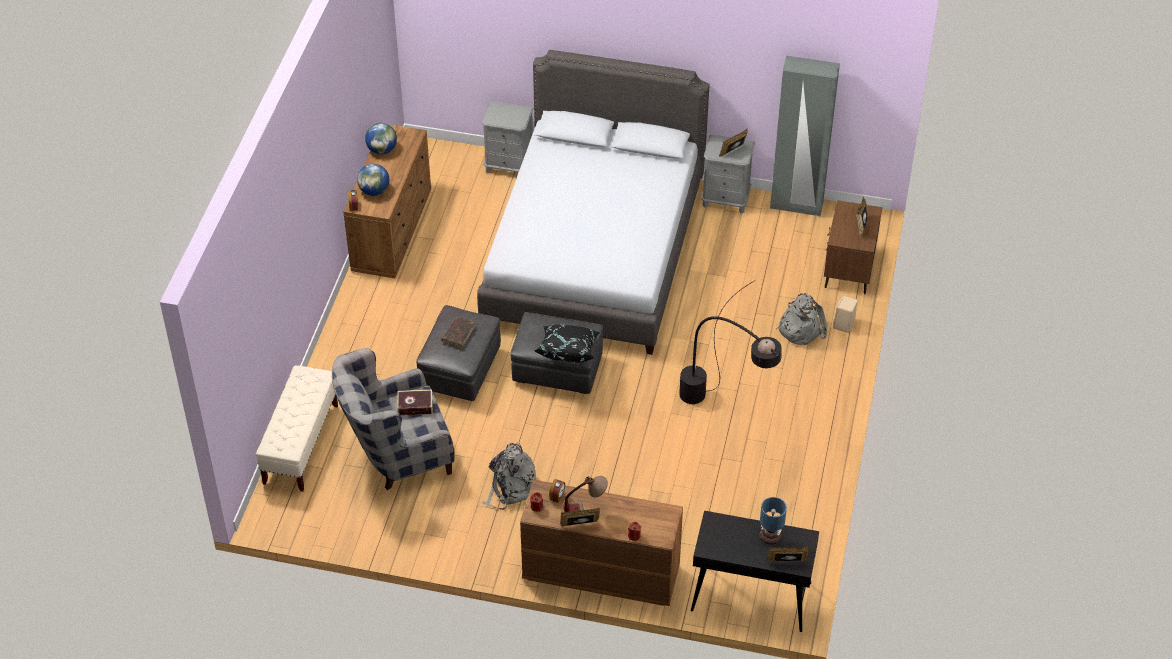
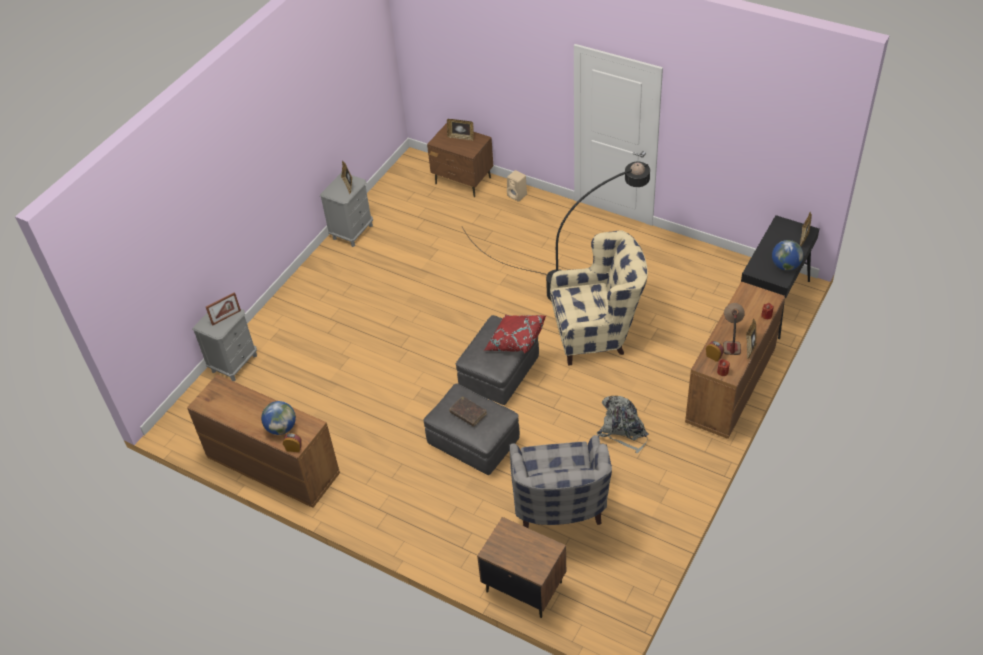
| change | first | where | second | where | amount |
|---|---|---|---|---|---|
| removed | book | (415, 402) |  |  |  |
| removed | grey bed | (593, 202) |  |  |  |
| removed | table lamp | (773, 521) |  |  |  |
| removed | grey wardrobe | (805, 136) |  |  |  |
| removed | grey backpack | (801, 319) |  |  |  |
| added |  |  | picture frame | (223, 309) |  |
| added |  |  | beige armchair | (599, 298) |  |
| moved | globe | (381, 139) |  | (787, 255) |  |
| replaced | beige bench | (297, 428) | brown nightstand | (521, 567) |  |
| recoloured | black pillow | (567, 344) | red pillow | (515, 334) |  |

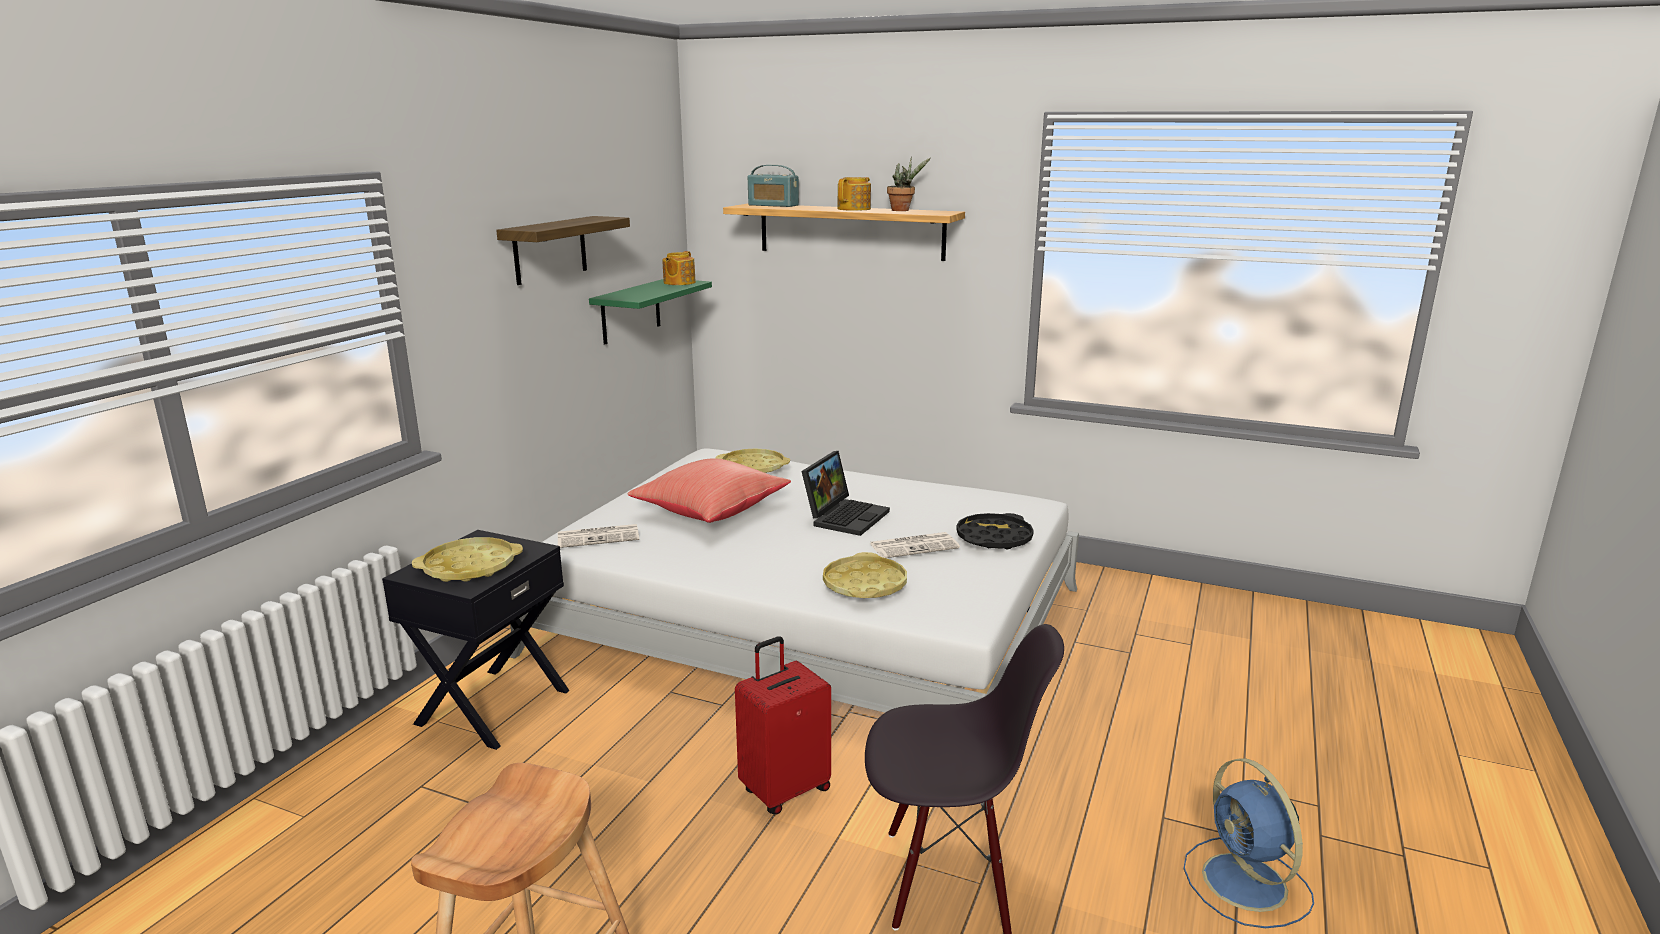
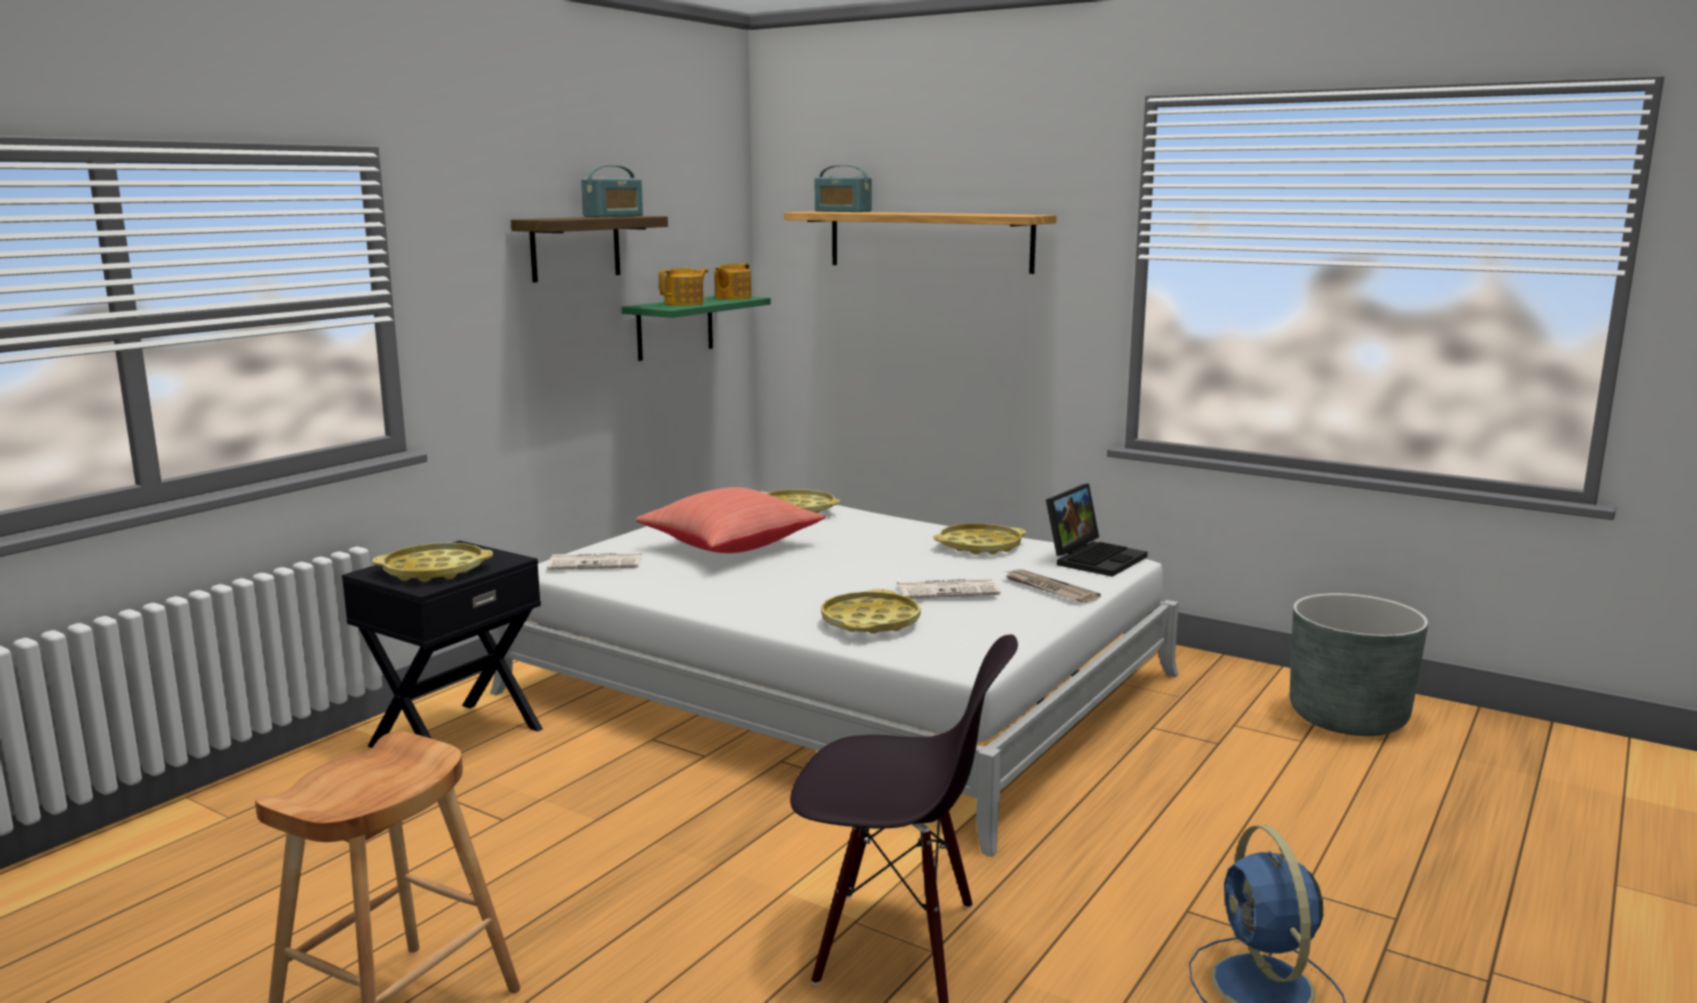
| change | first | where | second | where | amount |
|---|---|---|---|---|---|
| removed | red suitcase | (783, 725) |  |  |  |
| removed | potted plant | (908, 184) |  |  |  |
| added |  |  | radio | (612, 191) |  |
| added |  |  | yellow tray | (980, 539) |  |
| added |  |  | grey planter | (1359, 664) |  |
| moved | laptop | (845, 493) |  | (1097, 530) |  |
| moved | teapot | (854, 194) |  | (683, 287) |  |
| replaced | black tray | (995, 531) | newspaper | (1052, 586) |  |

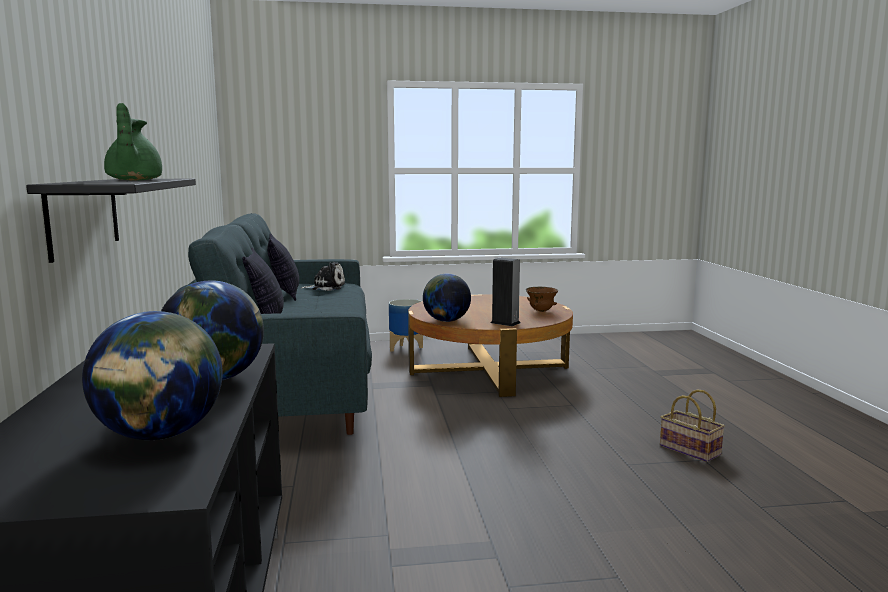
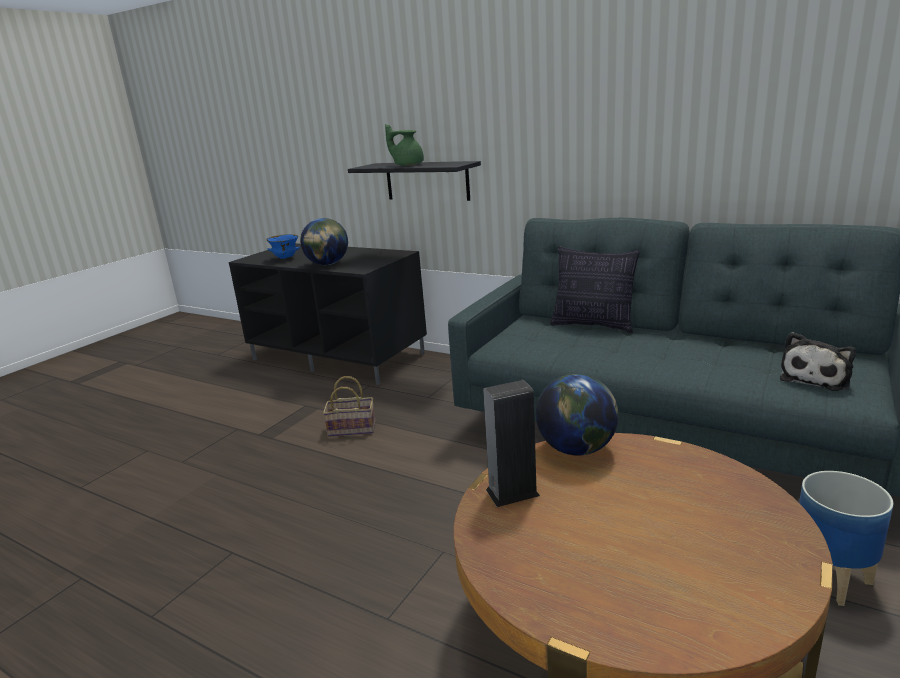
| change | first | where | second | where | amount |
|---|---|---|---|---|---|
| removed | pillow | (283, 267) |  |  |  |
| removed | brown bowl | (542, 299) |  |  |  |
| moved | basket | (692, 425) |  | (349, 406) |  |
| replaced | globe | (152, 375) | blue bowl | (283, 246) |  |

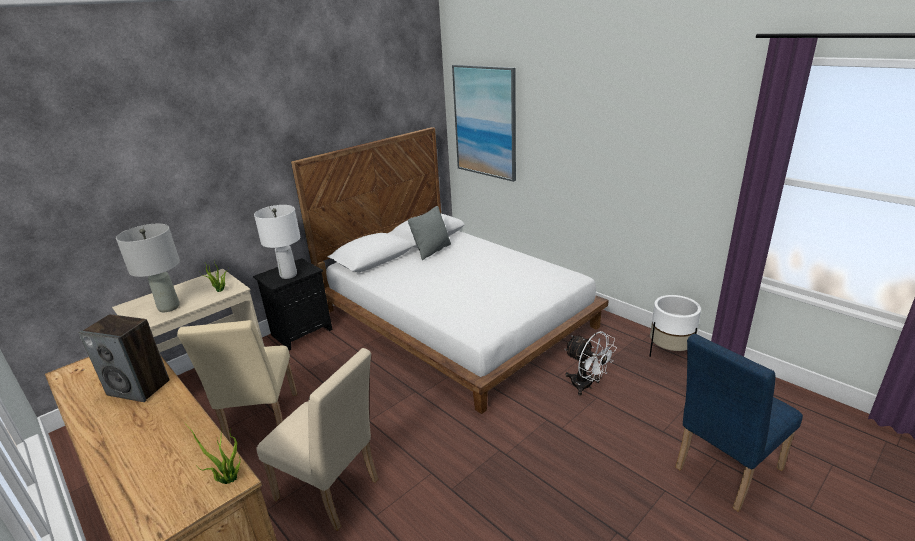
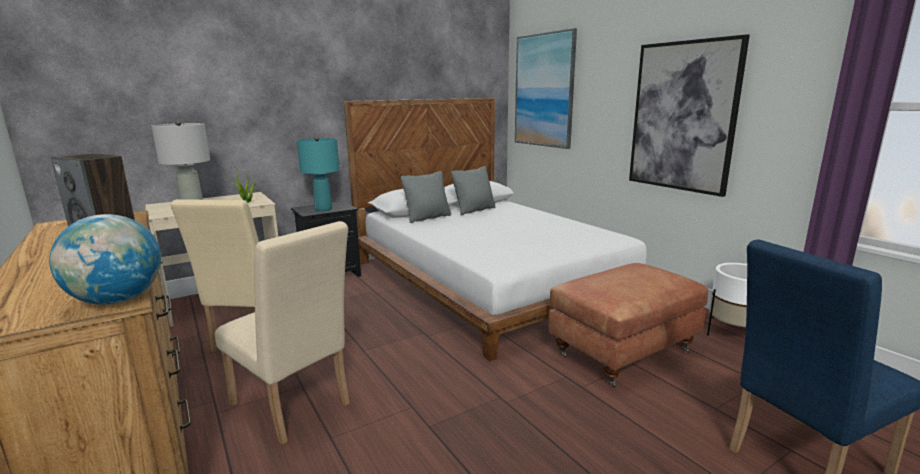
| change | first | where | second | where | amount |
|---|---|---|---|---|---|
| added |  |  | grey pillow | (425, 197) |  |
| added |  |  | picture | (689, 115) |  |
| replaced | potted plant | (212, 453) | globe | (105, 259) |  |
| replaced | white fan | (591, 363) | brown ottoman | (628, 325) |  |
| recoloured | white table lamp | (277, 242) | turquoise table lamp | (318, 174) |  |

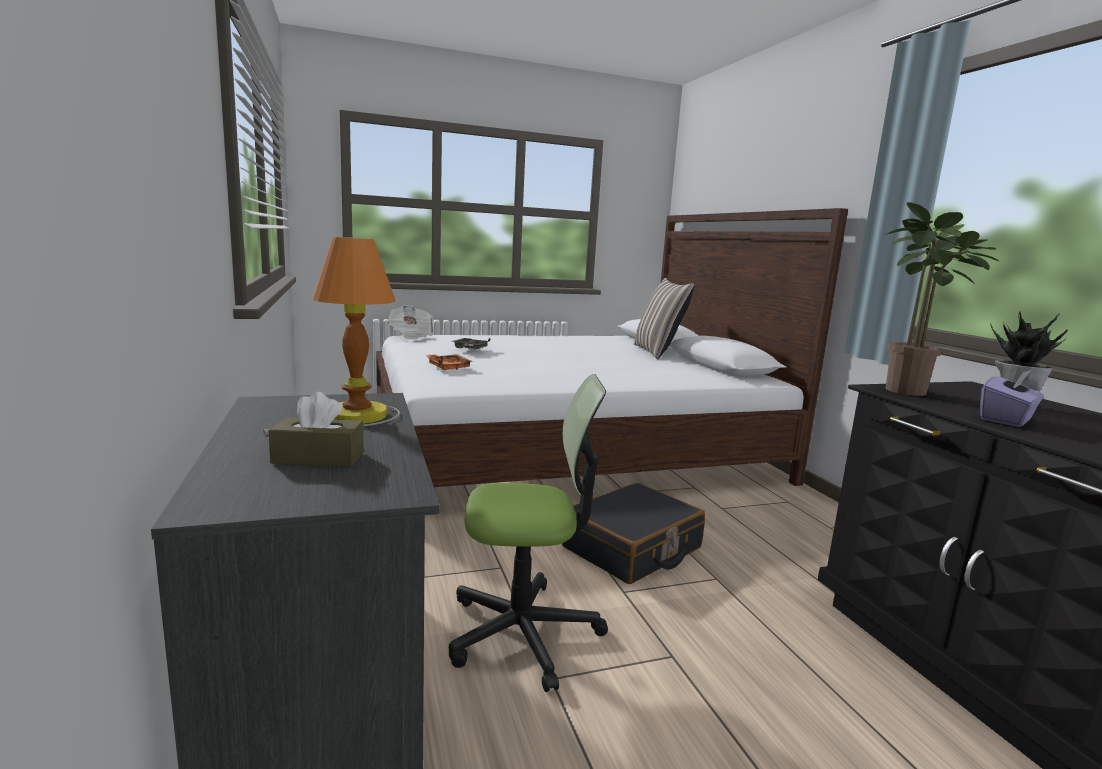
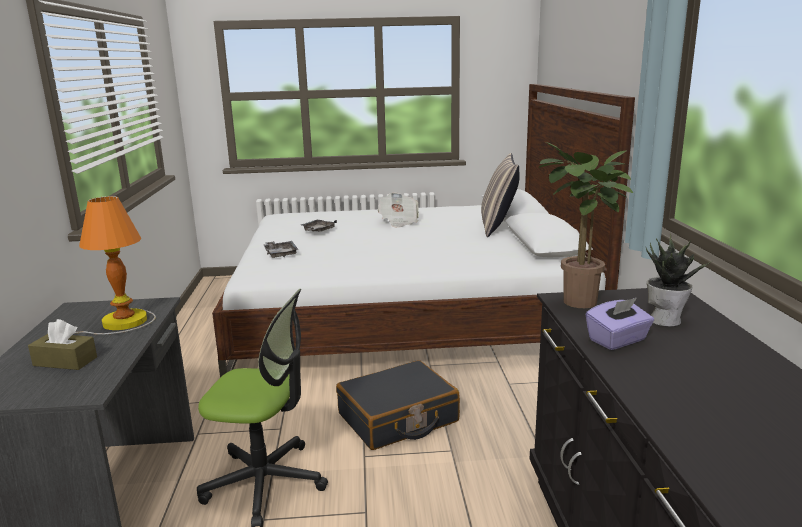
| change | first | where | second | where | amount |
|---|---|---|---|---|---|
| moved | newspaper | (411, 322) |  | (398, 210) |  |
| recoloured | orange tray | (449, 362) | grey tray | (281, 249) |  |

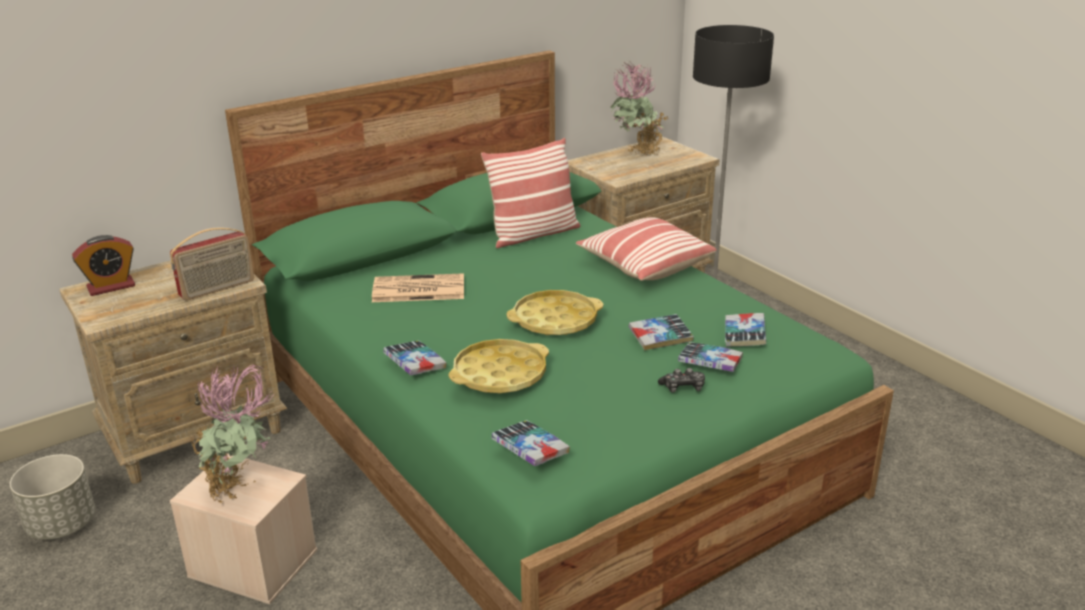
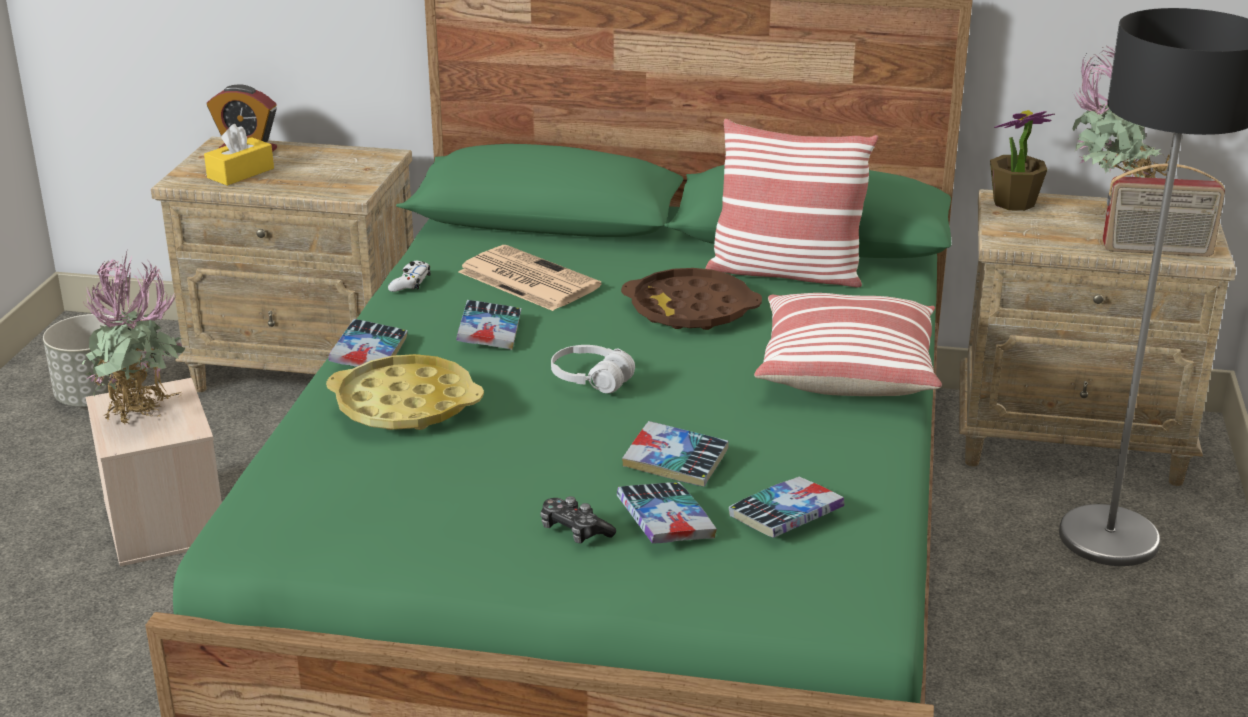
| change | first | where | second | where | amount |
|---|---|---|---|---|---|
| added |  |  | yellow tissue box | (239, 155) |  |
| added |  |  | white game controller | (409, 276) |  |
| added |  |  | brown tray | (691, 299) |  |
| added |  |  | potted plant | (1022, 160) |  |
| moved | radio | (212, 264) |  | (1164, 209) |  |
| moved | book | (531, 443) |  | (488, 325) |  |
| replaced | yellow tray | (554, 312) | white headphones | (593, 369) |  |

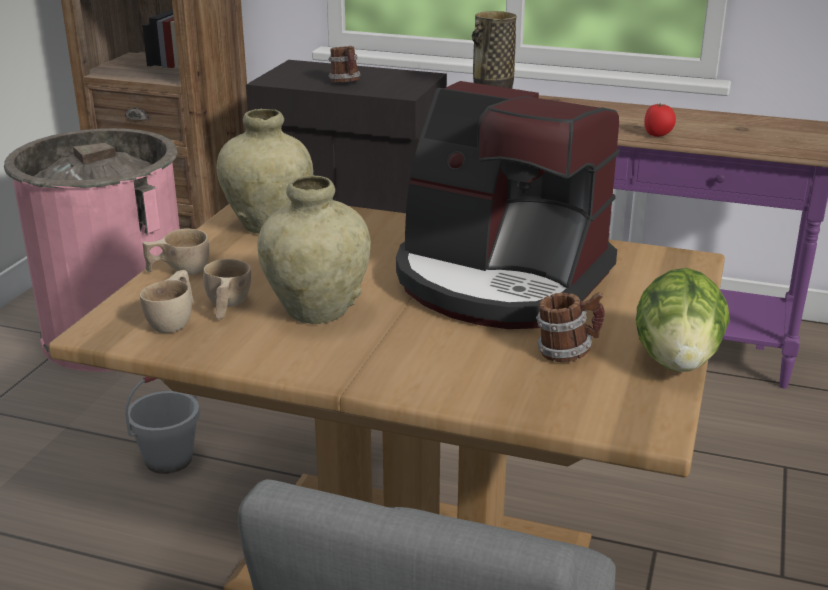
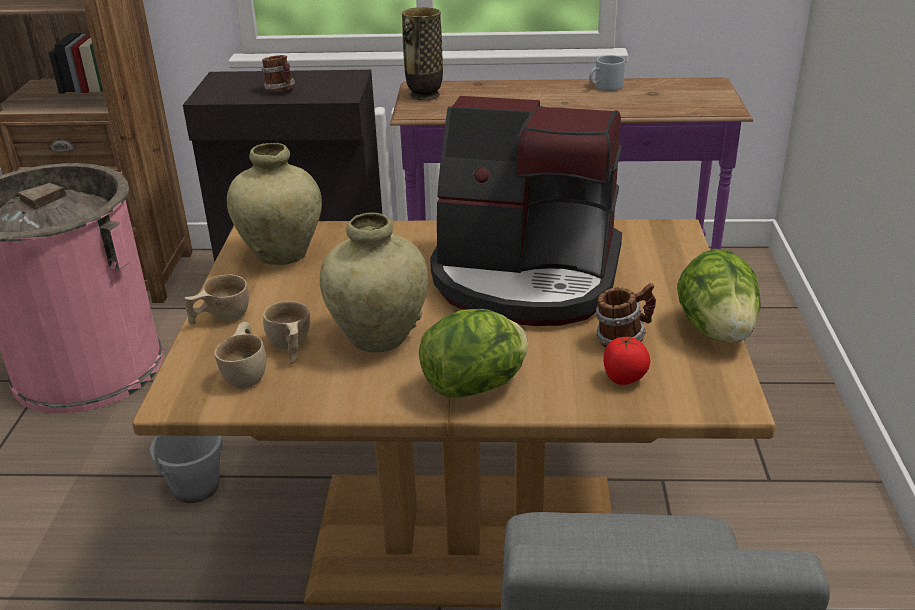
| change | first | where | second | where | amount |
|---|---|---|---|---|---|
| added |  |  | lettuce | (473, 353) |  |
| added |  |  | grey mug | (607, 73) |  |
| moved | tomato | (660, 120) |  | (627, 361) |  |

